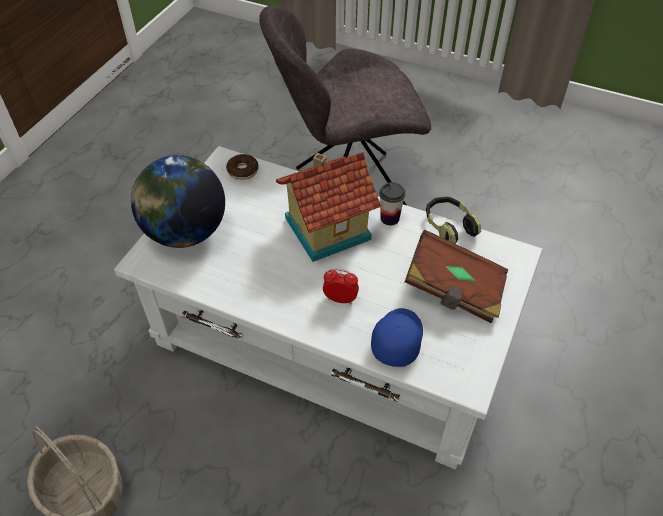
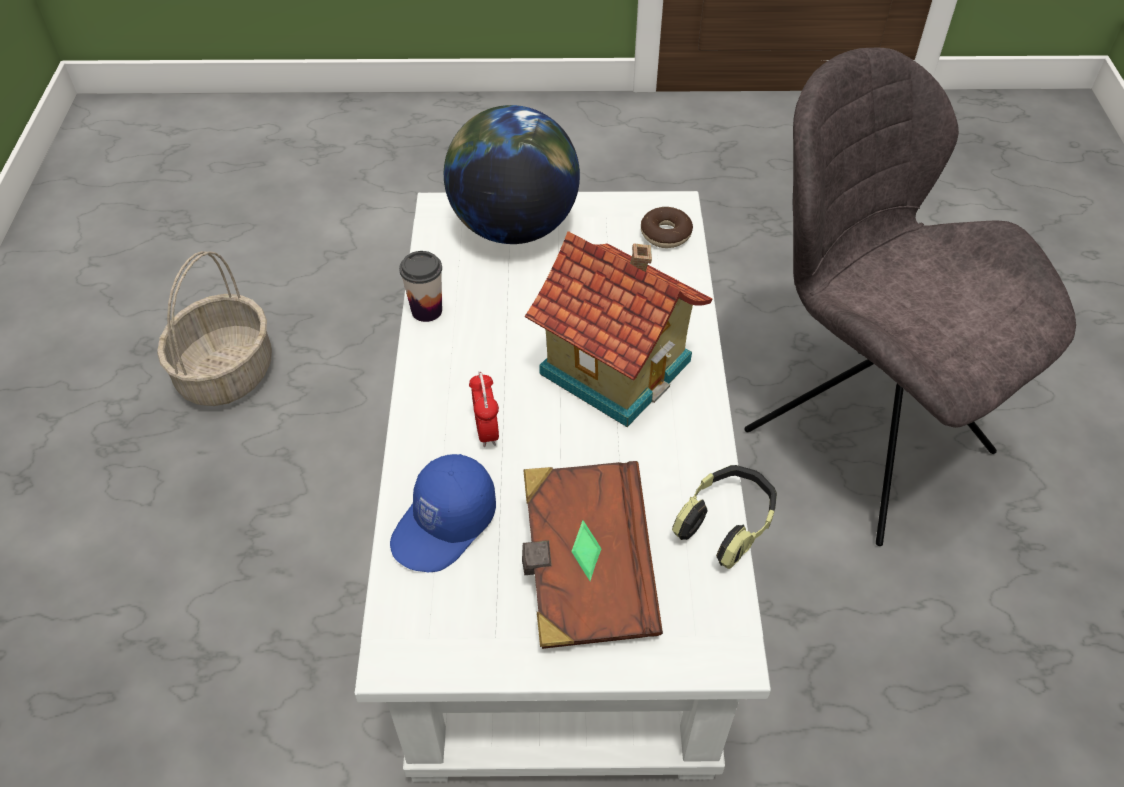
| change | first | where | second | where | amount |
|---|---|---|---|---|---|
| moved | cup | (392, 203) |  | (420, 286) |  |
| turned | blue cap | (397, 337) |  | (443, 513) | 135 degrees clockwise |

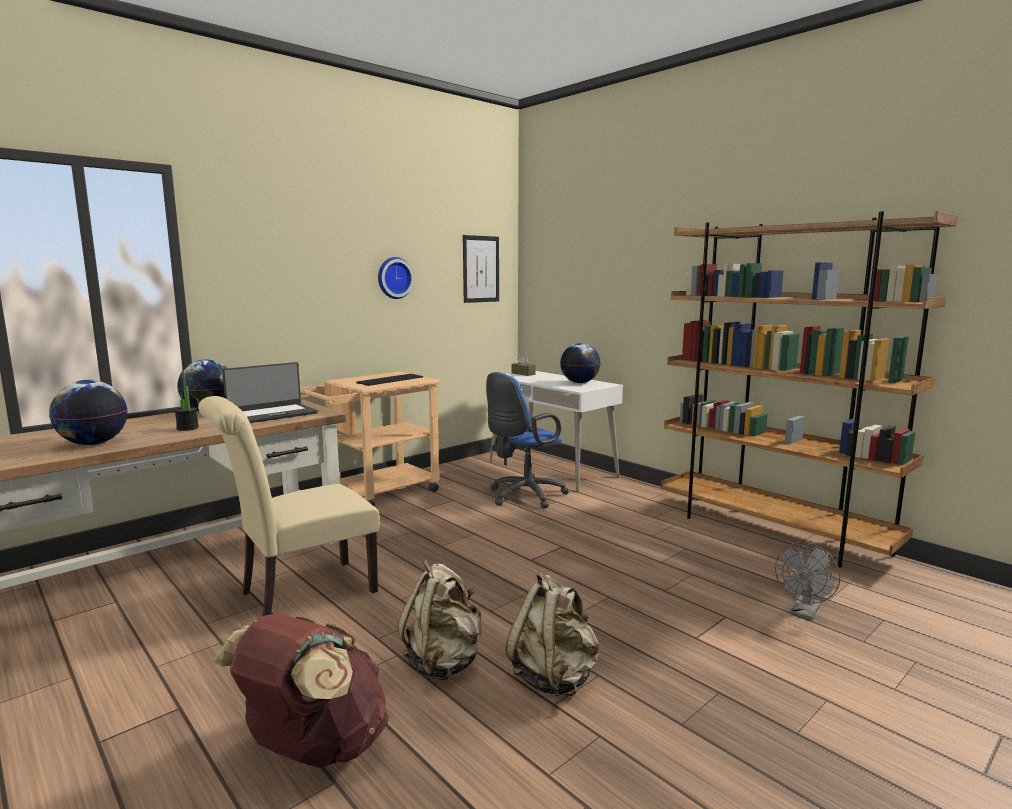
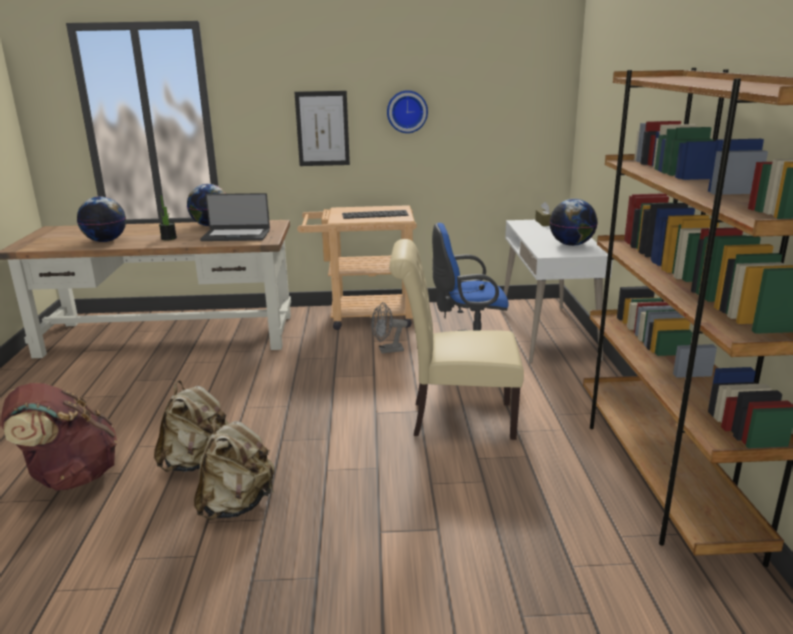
| change | first | where | second | where | amount |
|---|---|---|---|---|---|
| moved | beige chair | (289, 506) |  | (456, 339) |  |
| moved | picture | (481, 269) |  | (322, 128) |  |
| moved | grey fan | (807, 581) |  | (389, 327) |  |

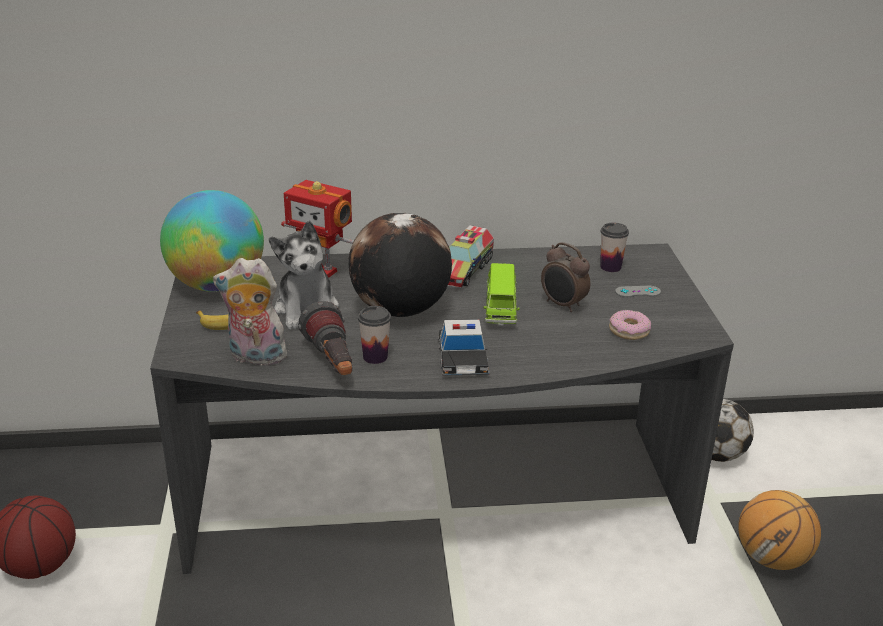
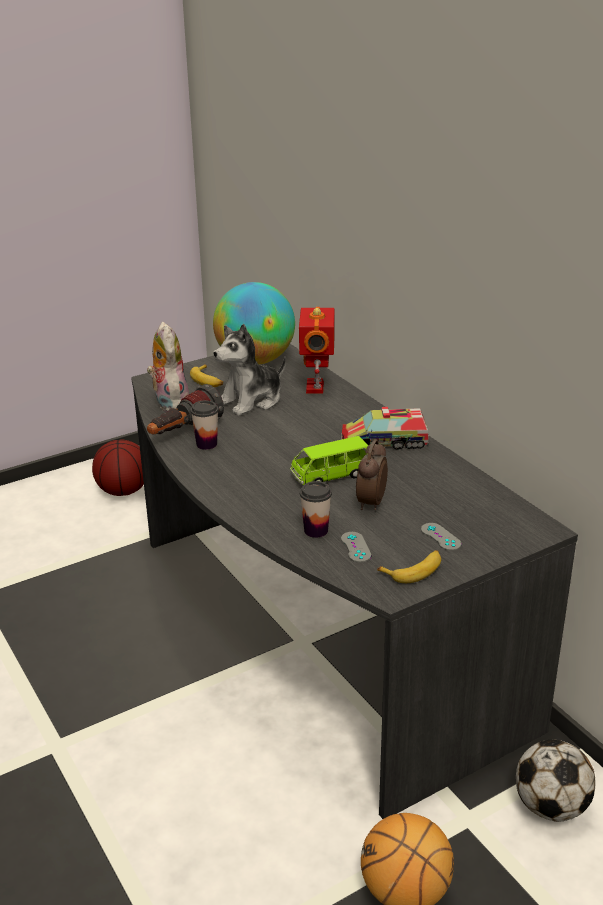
| change | first | where | second | where | amount |
|---|---|---|---|---|---|
| removed | globe | (400, 265) |  |  |  |
| removed | toy car | (463, 347) |  |  |  |
| added |  |  | banana | (409, 566) |  |
| moved | cup | (614, 247) |  | (316, 509) |  |
| replaced | donut | (630, 325) | grey game controller | (356, 547) |  |

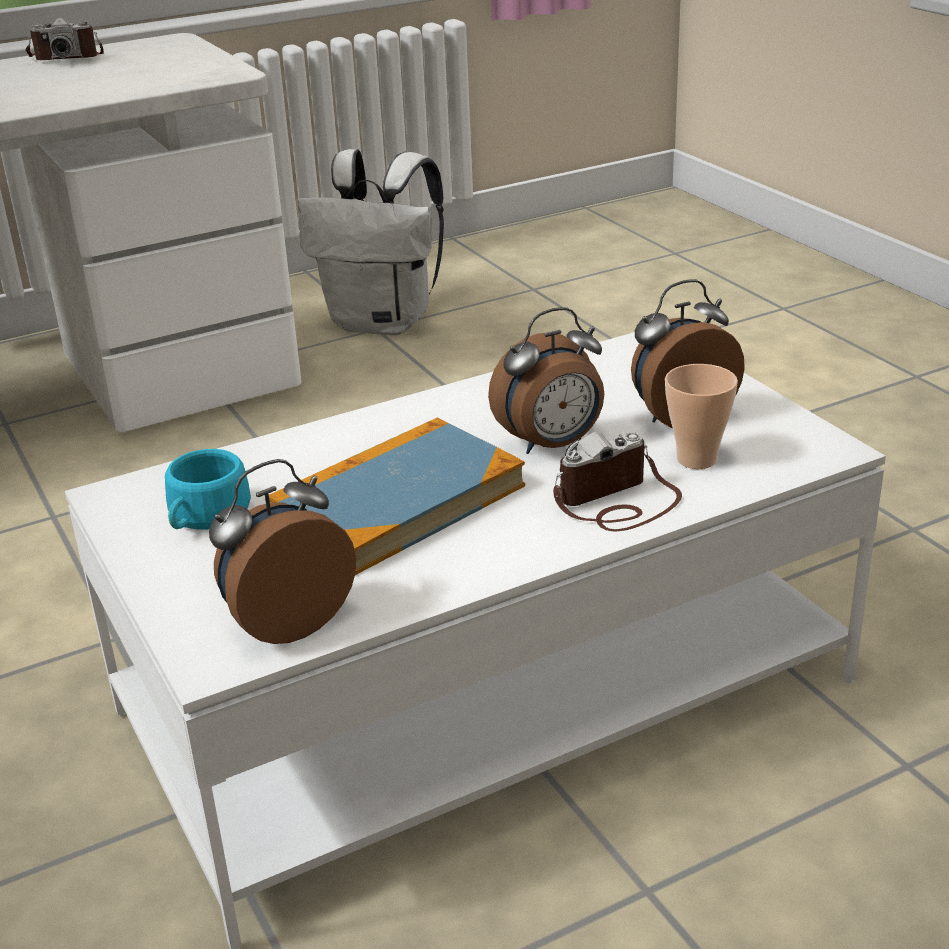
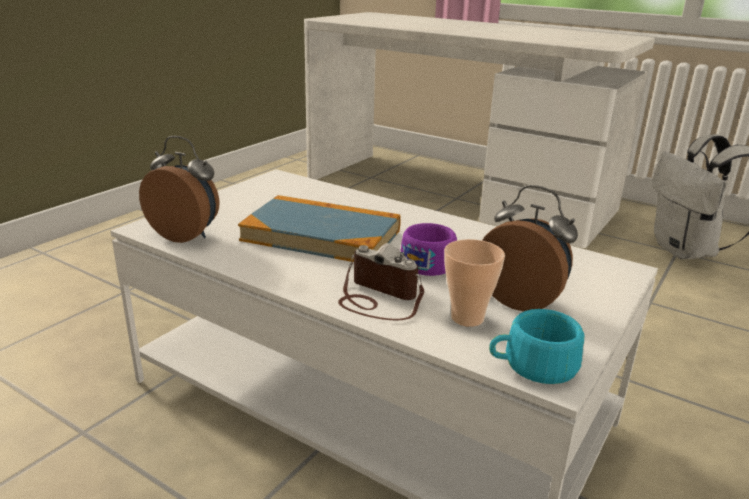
| change | first | where | second | where | amount |
|---|---|---|---|---|---|
| removed | photo camera | (65, 39) |  |  |  |
| moved | turquoise cup | (208, 489) |  | (537, 346) |  |
| replaced | alarm clock | (546, 380) | purple cup | (428, 249) |  |

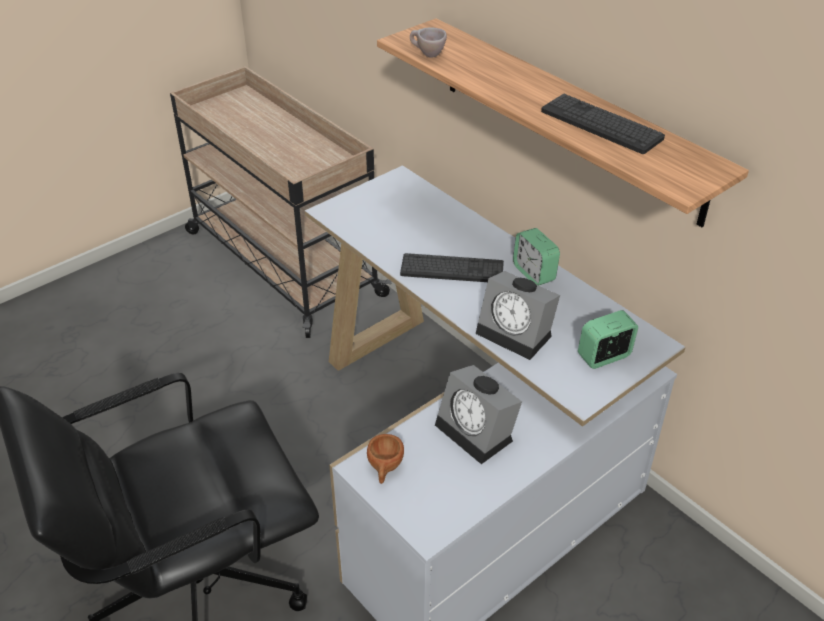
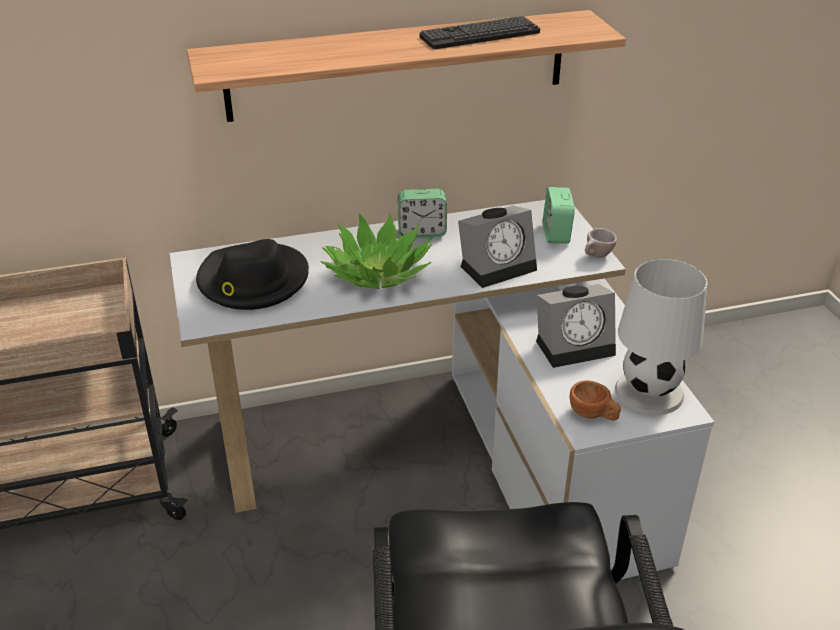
| change | first | where | second | where | amount |
|---|---|---|---|---|---|
| added |  |  | black hat | (252, 274) |  |
| added |  |  | white table lamp | (661, 337) |  |
| moved | beige cup | (428, 42) |  | (601, 243) |  |
| replaced | keyboard | (452, 267) | potted plant | (376, 251) |  |

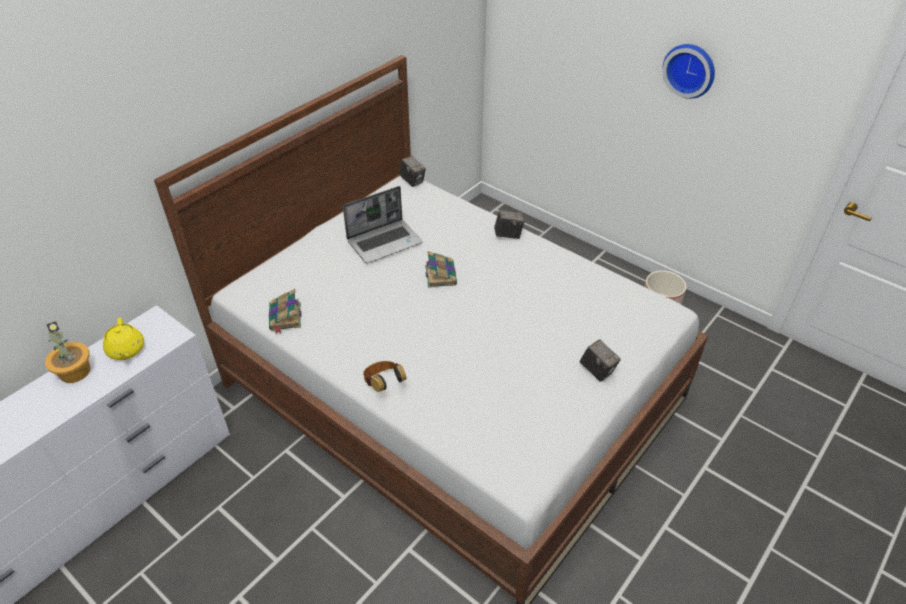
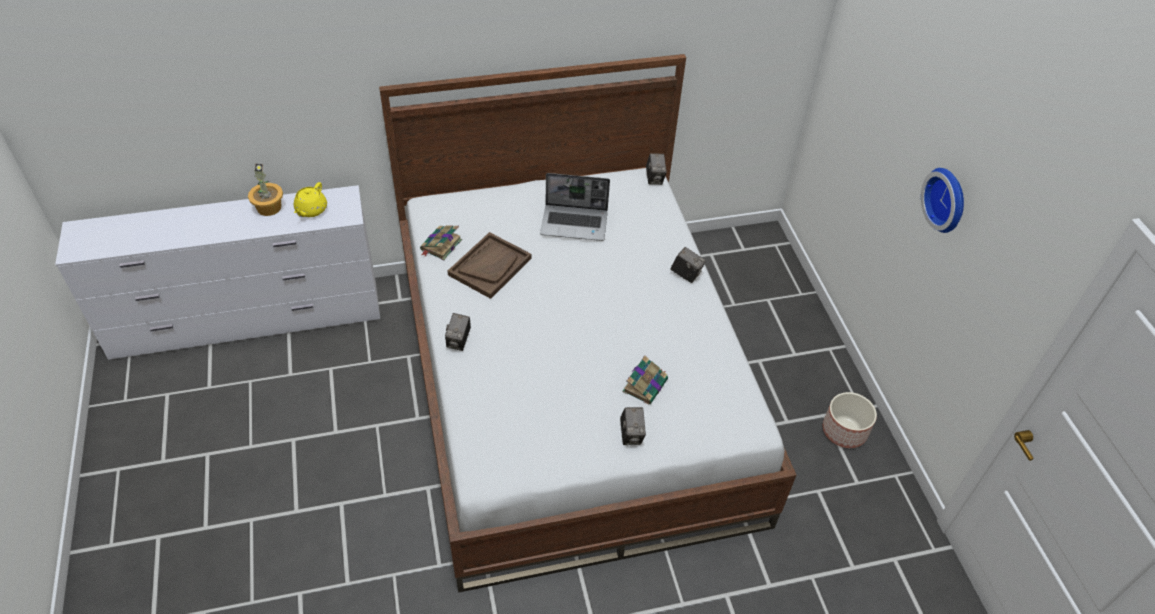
| change | first | where | second | where | amount |
|---|---|---|---|---|---|
| added |  |  | brown tray | (490, 265) |  |
| moved | book | (441, 269) |  | (645, 380) |  |
| replaced | headphones | (385, 376) | photo camera | (458, 332) |  |

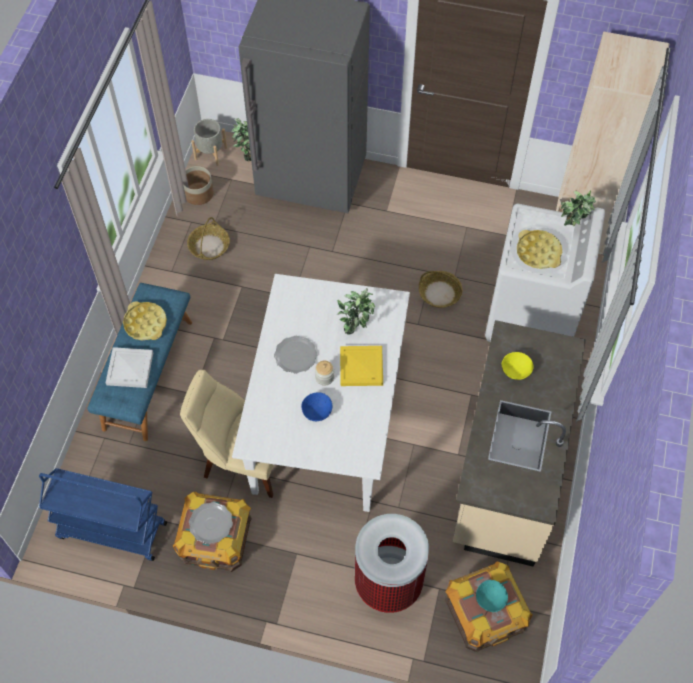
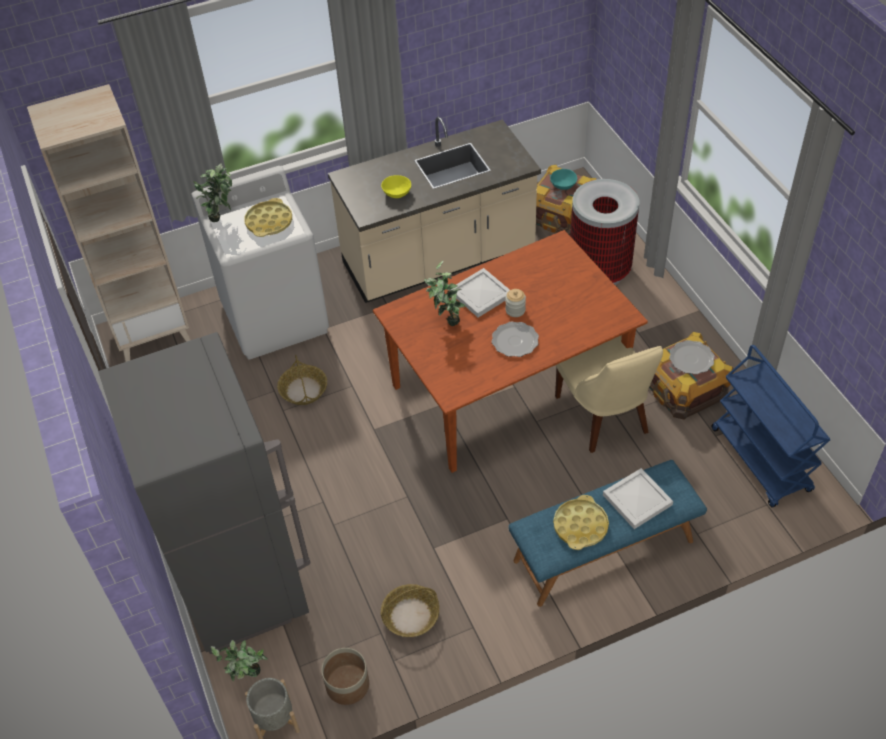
| change | first | where | second | where | amount |
|---|---|---|---|---|---|
| removed | blue bowl | (316, 406) |  |  |  |
| recoloured | white dining table | (321, 393) | brown dining table | (510, 351) |  |
| recoloured | yellow tray | (361, 366) | white tray | (480, 292) |  |

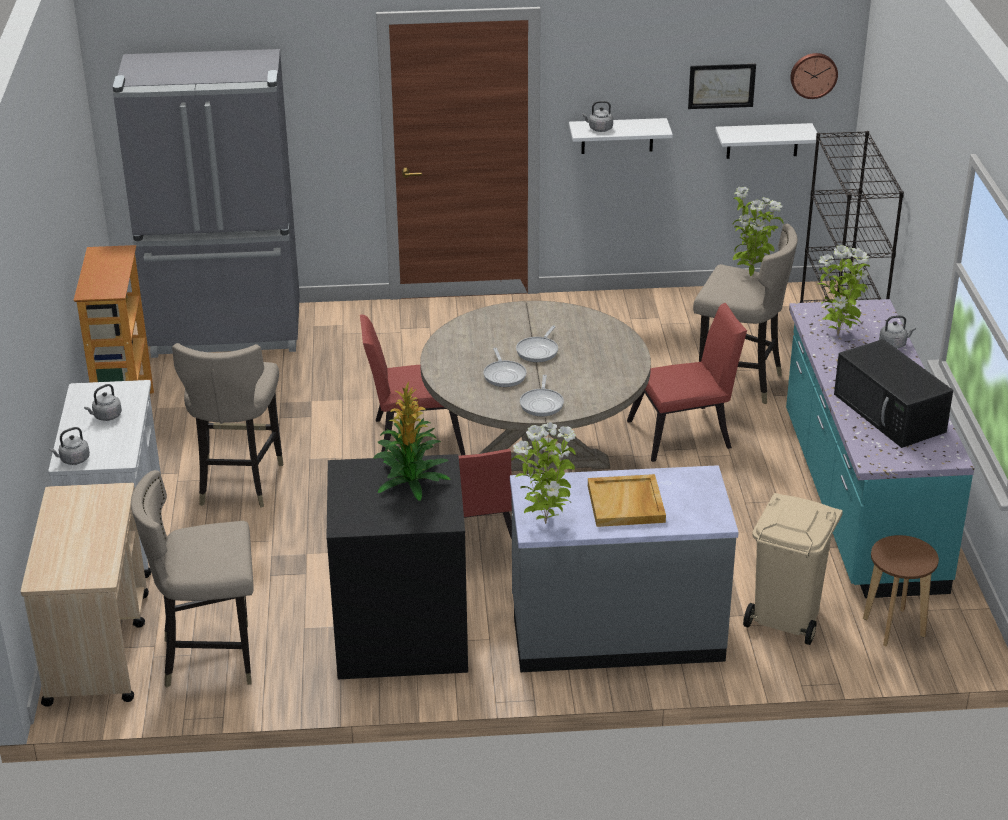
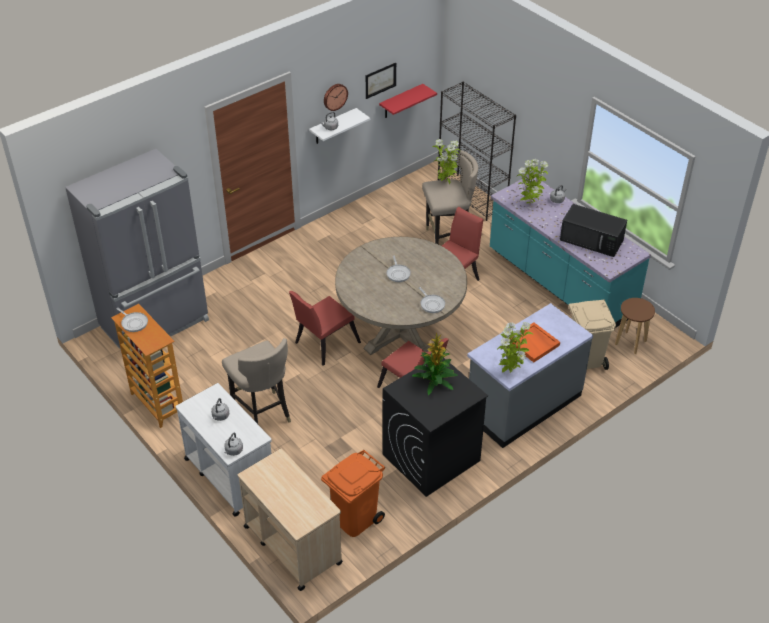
| change | first | where | second | where | amount |
|---|---|---|---|---|---|
| moved | frying pan | (504, 367) |  | (132, 320) |  |
| moved | wall clock | (814, 76) |  | (336, 97) |  |
| replaced | beige stool | (192, 579) | orange trash can | (353, 493) |  |
| recoloured | beige tray | (627, 500) | orange tray | (535, 342) |  |
| recoloured | white shelf | (767, 141) | red shelf | (408, 101) |  |

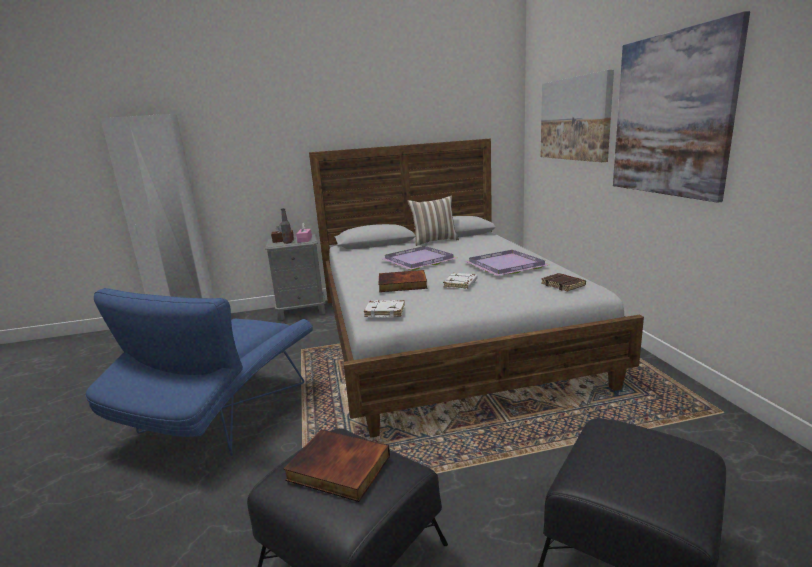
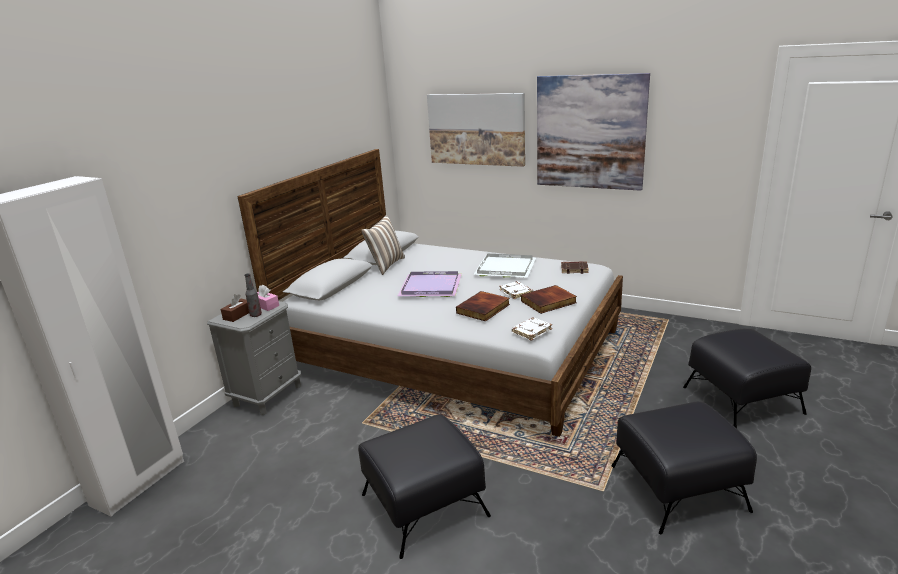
| change | first | where | second | where | amount |
|---|---|---|---|---|---|
| moved | book | (337, 466) |  | (549, 299) |  |
| replaced | blue armchair | (199, 372) | black ottoman | (424, 486) |  |
| recoloured | purple tray | (507, 263) | white tray | (504, 266) |  |

